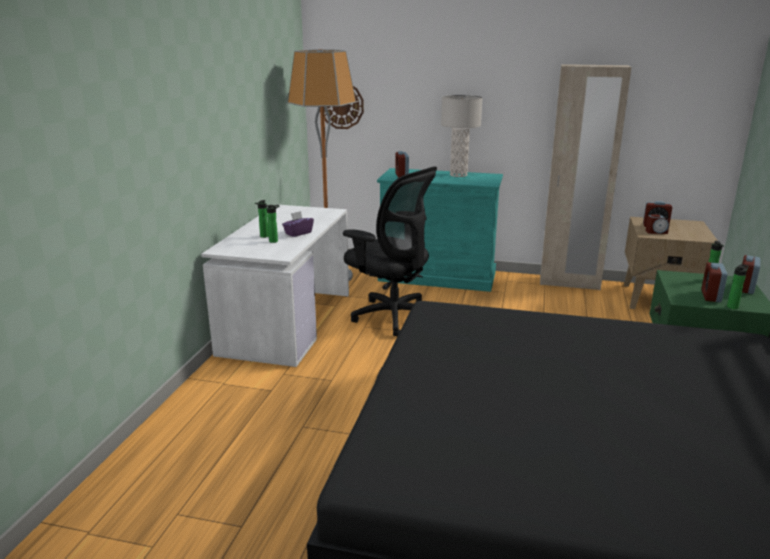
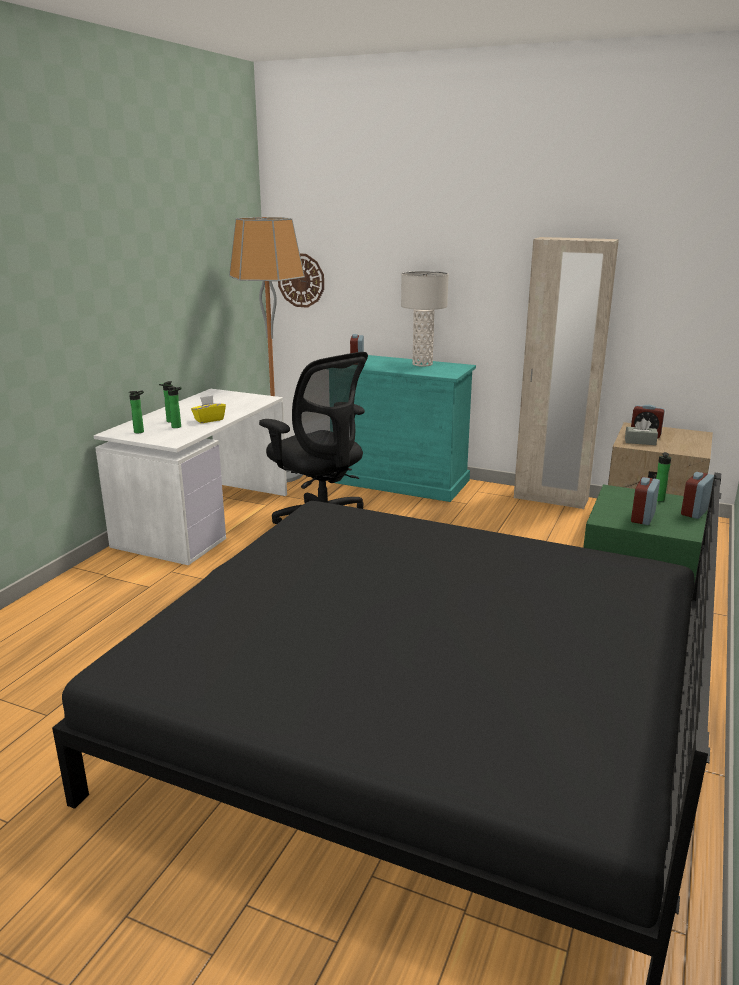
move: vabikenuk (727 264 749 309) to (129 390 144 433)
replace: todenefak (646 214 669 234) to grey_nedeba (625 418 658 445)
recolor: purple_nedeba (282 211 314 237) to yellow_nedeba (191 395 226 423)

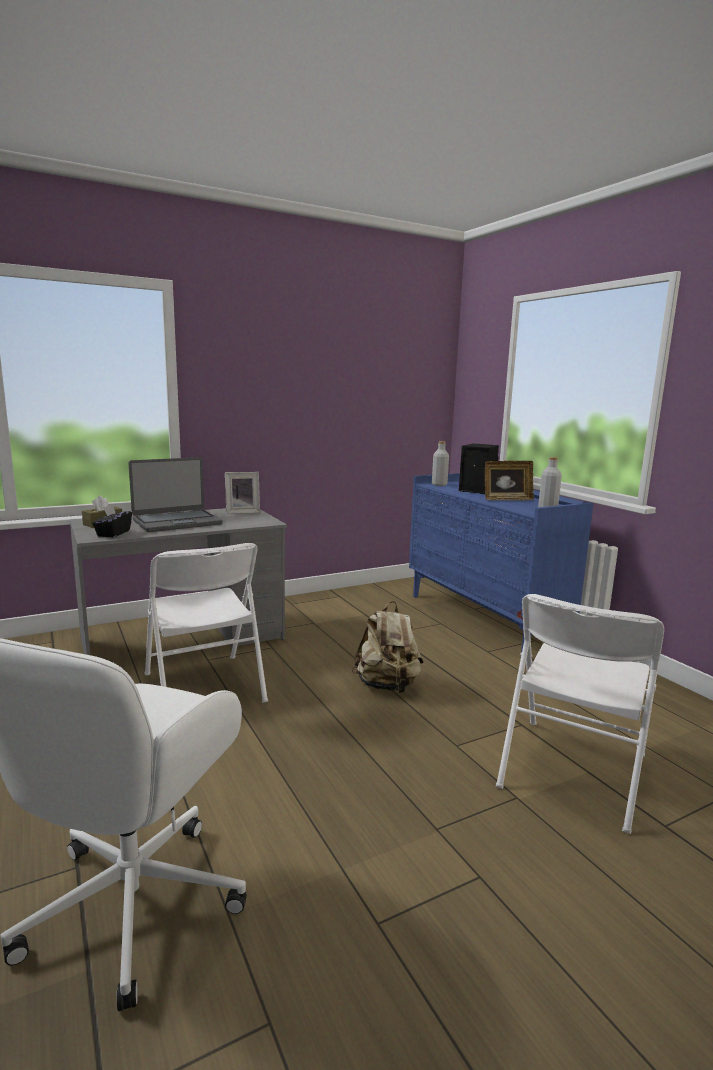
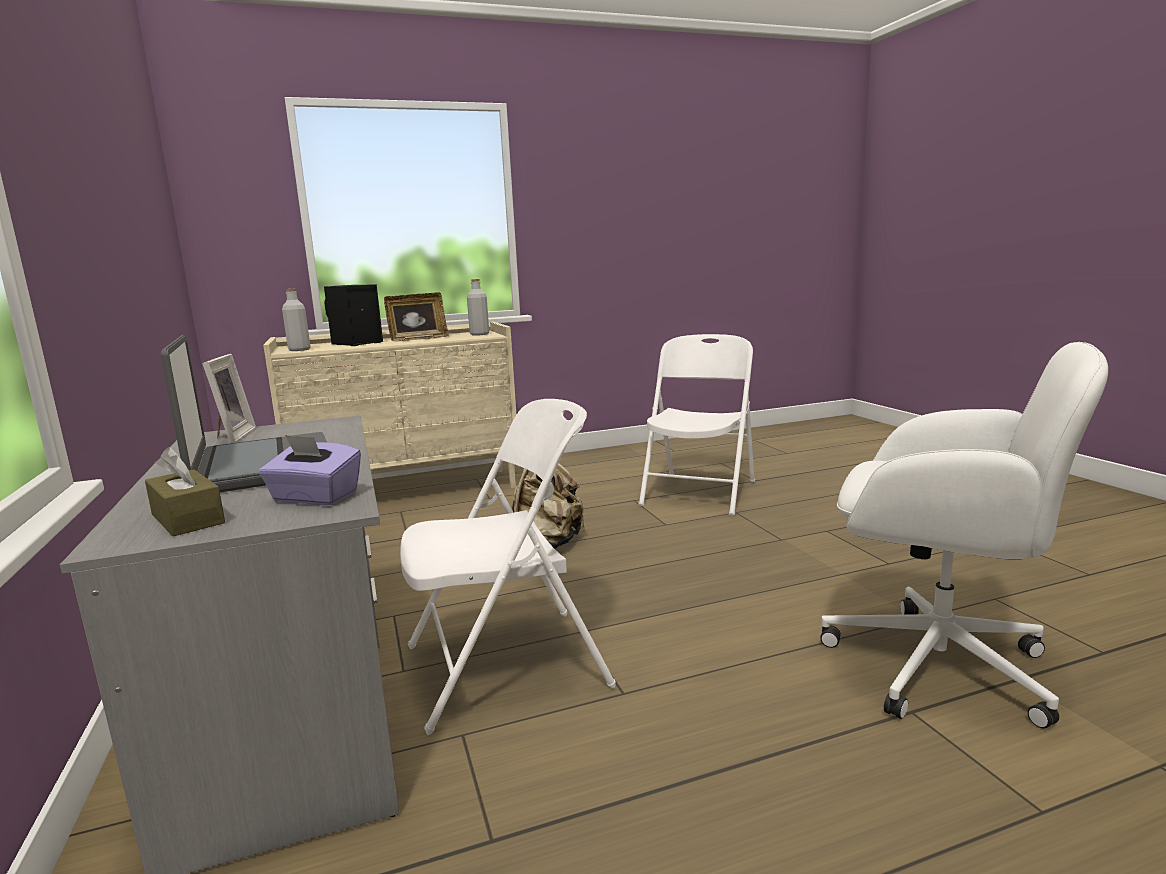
recolor: black_nedeba (92 504 132 537) to purple_nedeba (259 435 361 505); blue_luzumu (409 473 594 658) to beige_luzumu (263 322 516 488)
rotate: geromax (485 461 534 501) = (384 292 449 341) 60 degrees clockwise; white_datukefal (496 594 664 834) = (638 334 755 516) 105 degrees counterclockwise

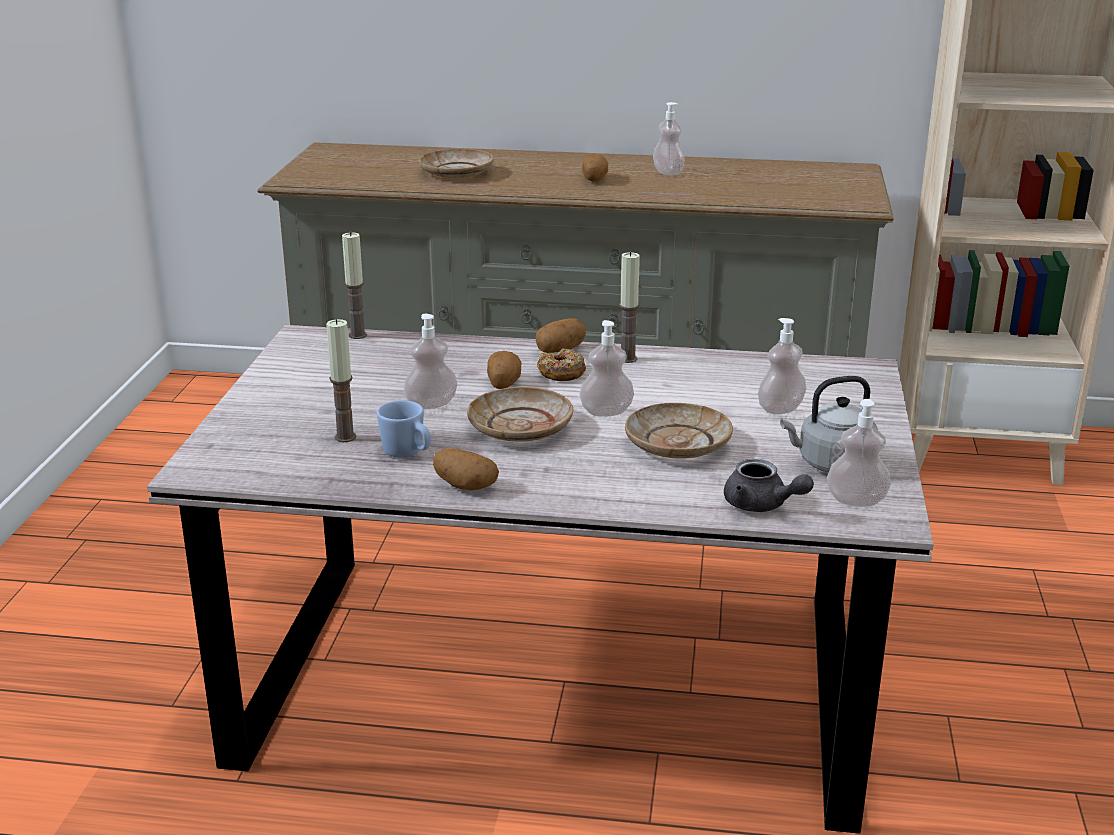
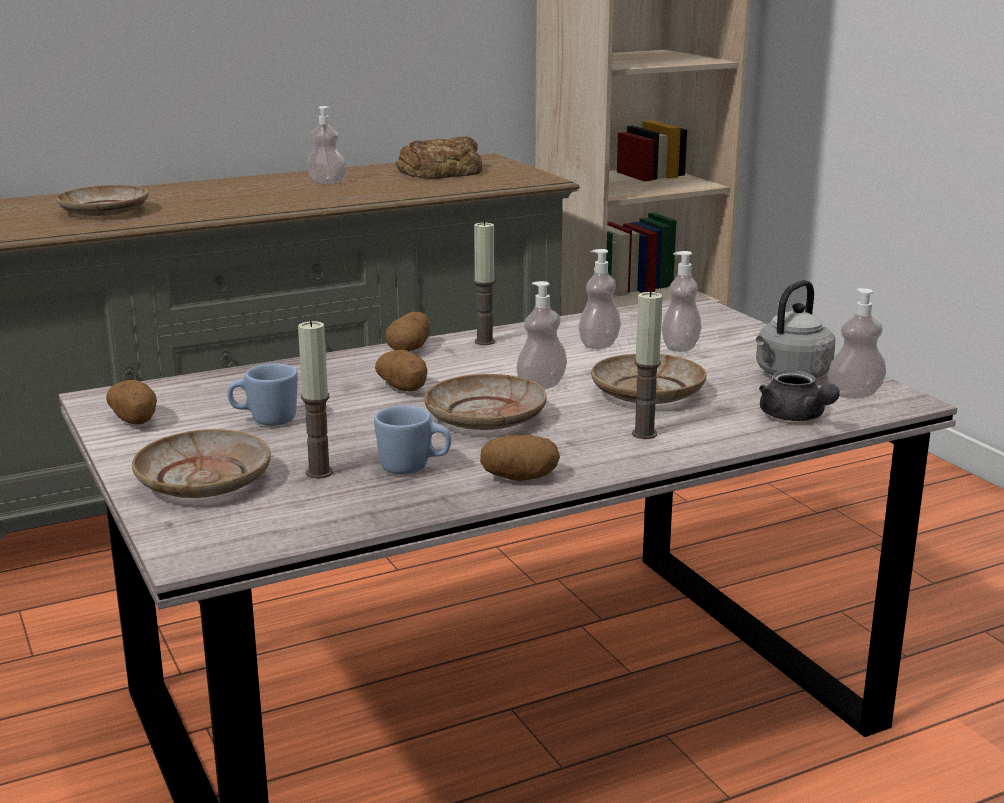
delete: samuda (537 349 586 381)
insert: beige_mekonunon (132 429 271 498); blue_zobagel (227 363 298 426); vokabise (396 137 482 179)
move: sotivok (582 154 608 181) to (106 380 157 425); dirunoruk (404 313 457 409) to (579 249 621 349); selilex (342 232 367 339) to (632 291 663 439)
rotate: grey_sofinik (724 459 814 512) = (759 370 840 421) 60 degrees clockwise

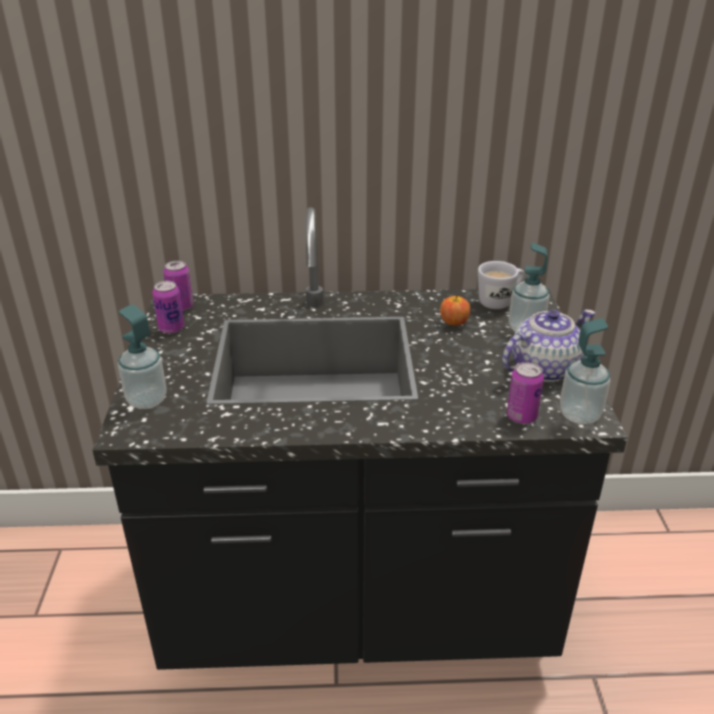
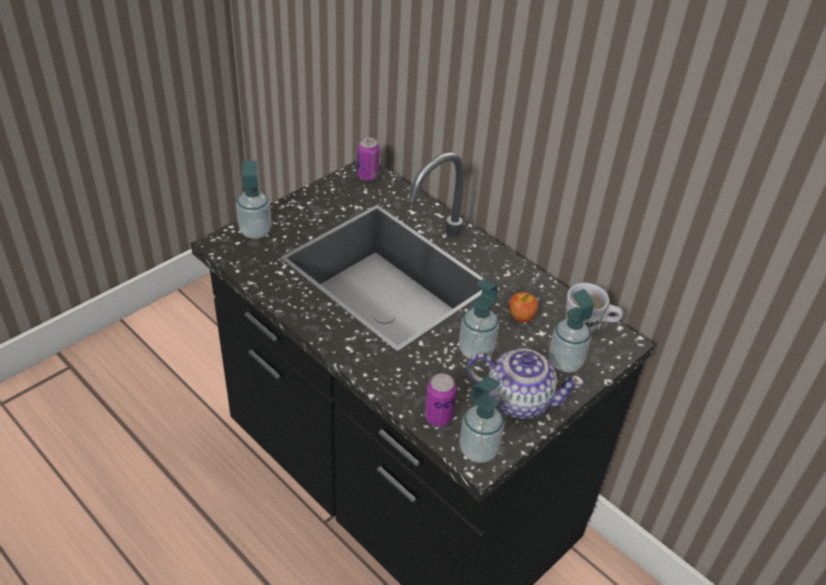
delete: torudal (152 281 184 334)
insert: dirunoruk (459 279 499 361)

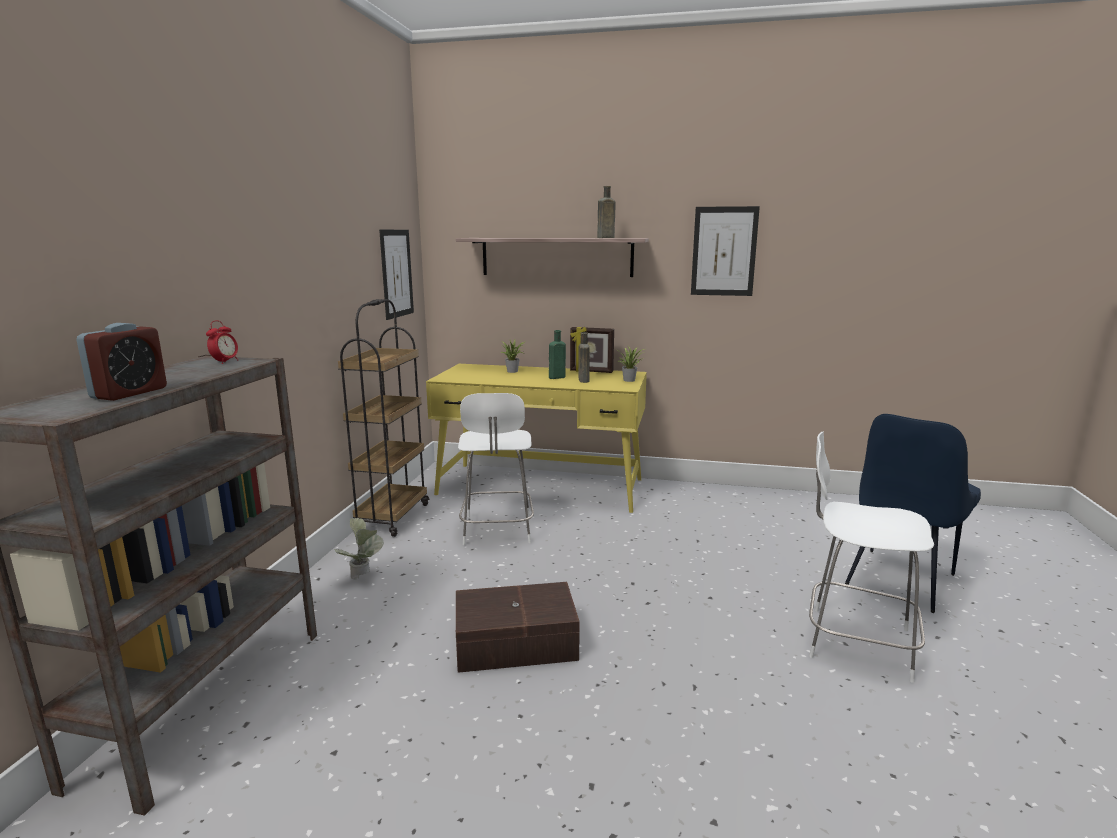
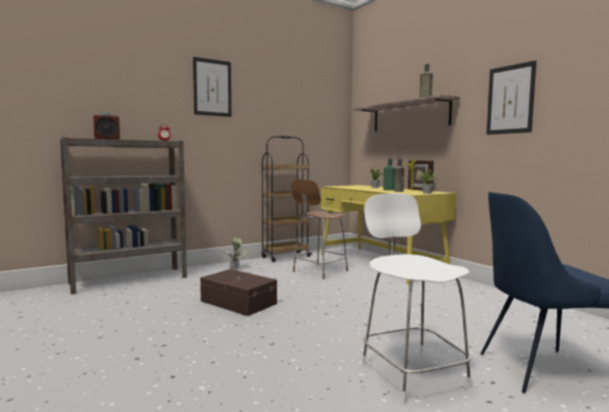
move: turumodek (379 230 414 320) to (193 57 231 117)
recolor: white_datukefal (458 393 534 545) to brown_datukefal (291 180 348 279)

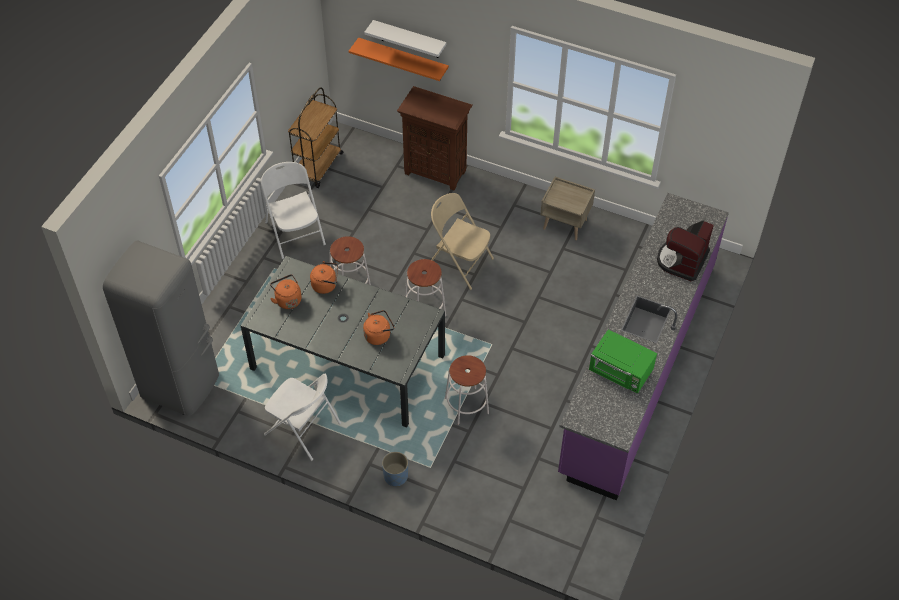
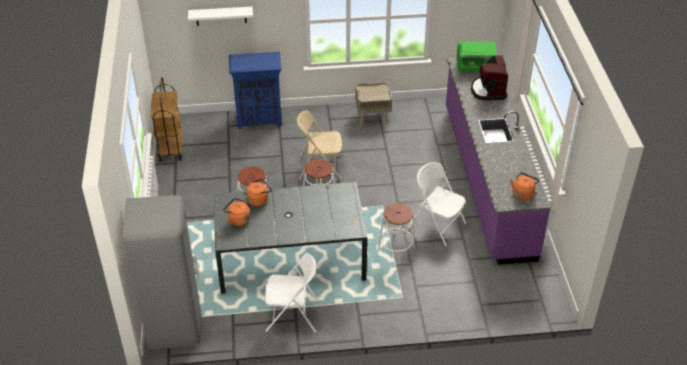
delete: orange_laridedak (349 38 449 81); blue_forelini (382 452 408 487)
move: white_datukefal (261 162 326 259) to (408 162 466 246); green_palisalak (589 329 657 394) to (457 41 497 71); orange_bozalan (363 310 395 345) to (510 172 539 201)
recolor: brown_luzumu (397 86 473 190) to blue_luzumu (229 52 282 129)

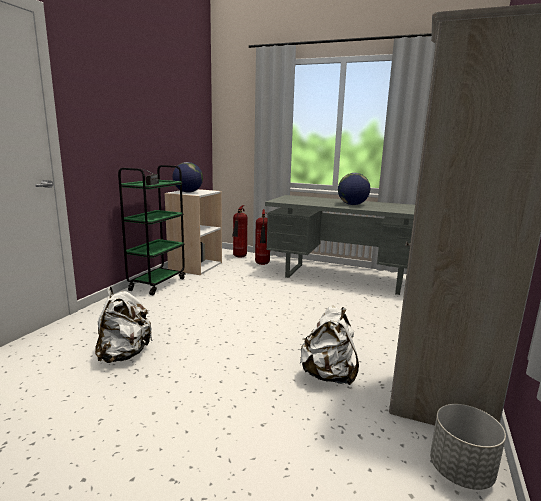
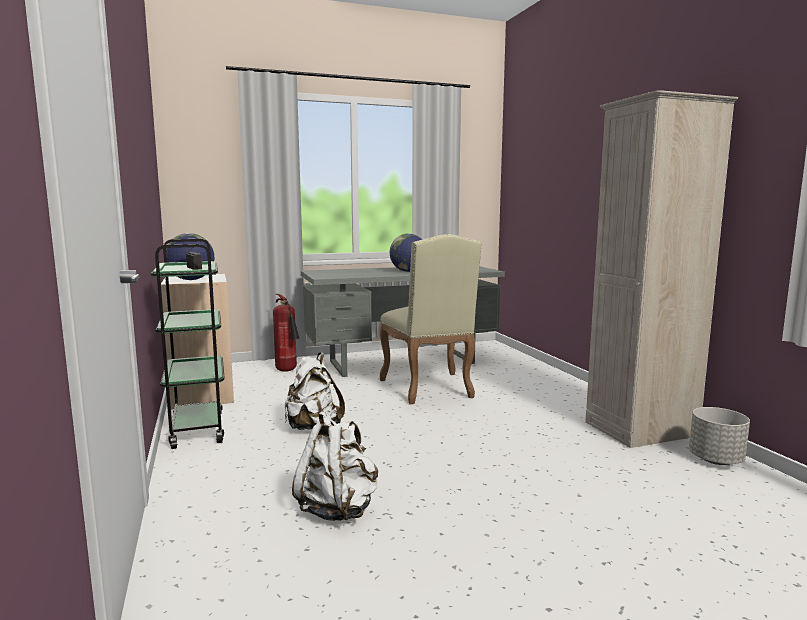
delete: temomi (232 205 247 258)
insert: beige_datukefal (380 234 482 404)
move: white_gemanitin (300 306 359 385) to (285 352 345 430)

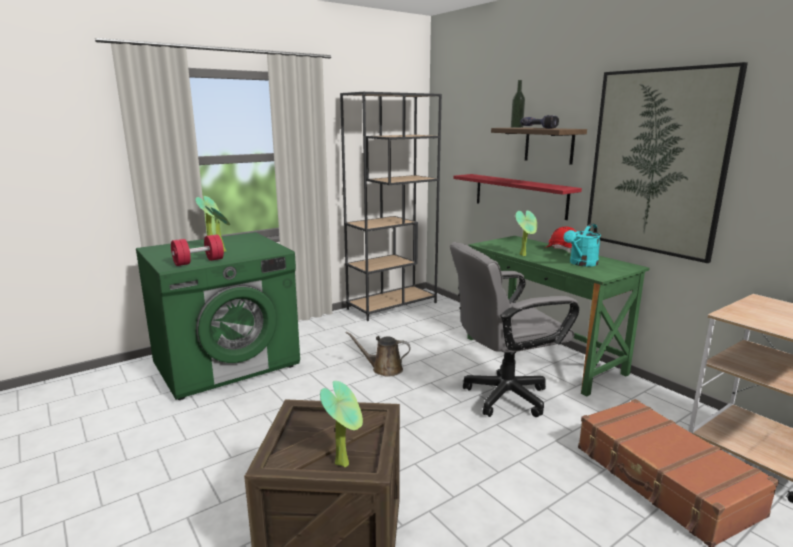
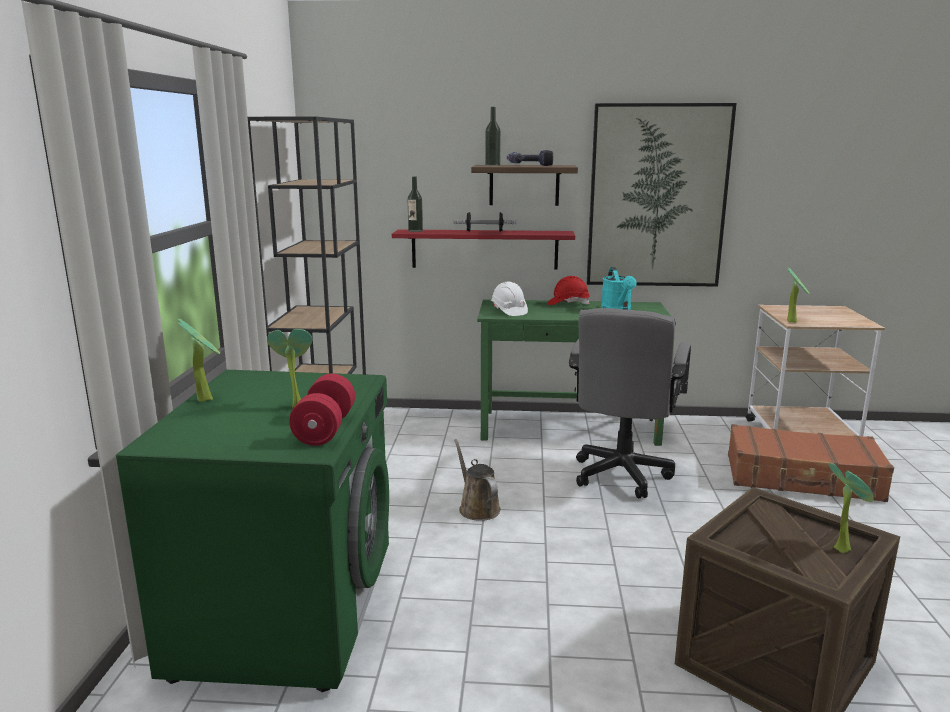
insert: vabikenuk (408 176 423 232); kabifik (454 212 516 232); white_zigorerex (491 282 528 316)
move: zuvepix (515 210 537 256) to (787 267 809 323)
rotate: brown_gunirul (345 331 411 376) = (454 439 501 521) 105 degrees clockwise

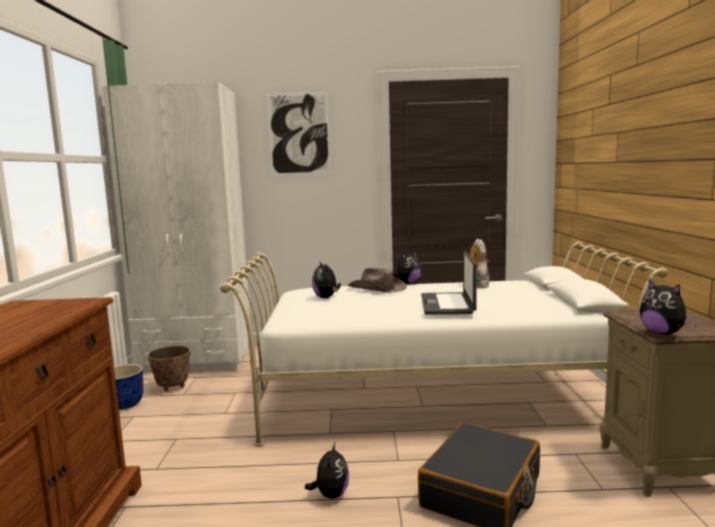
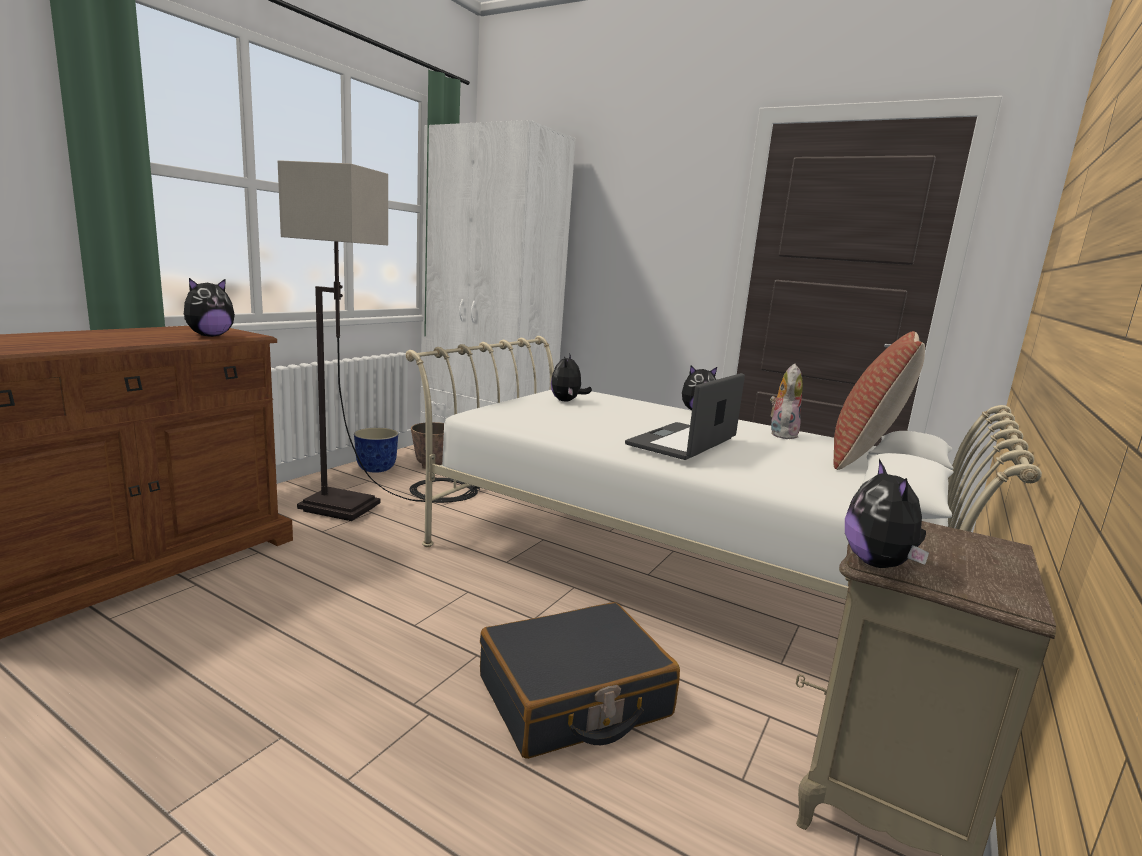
delete: turumodek (267 92 331 175); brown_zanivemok (347 267 407 293)
insert: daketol (278 160 480 521); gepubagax (833 331 925 470)
move: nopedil (305 443 349 499) to (184 278 235 337)

